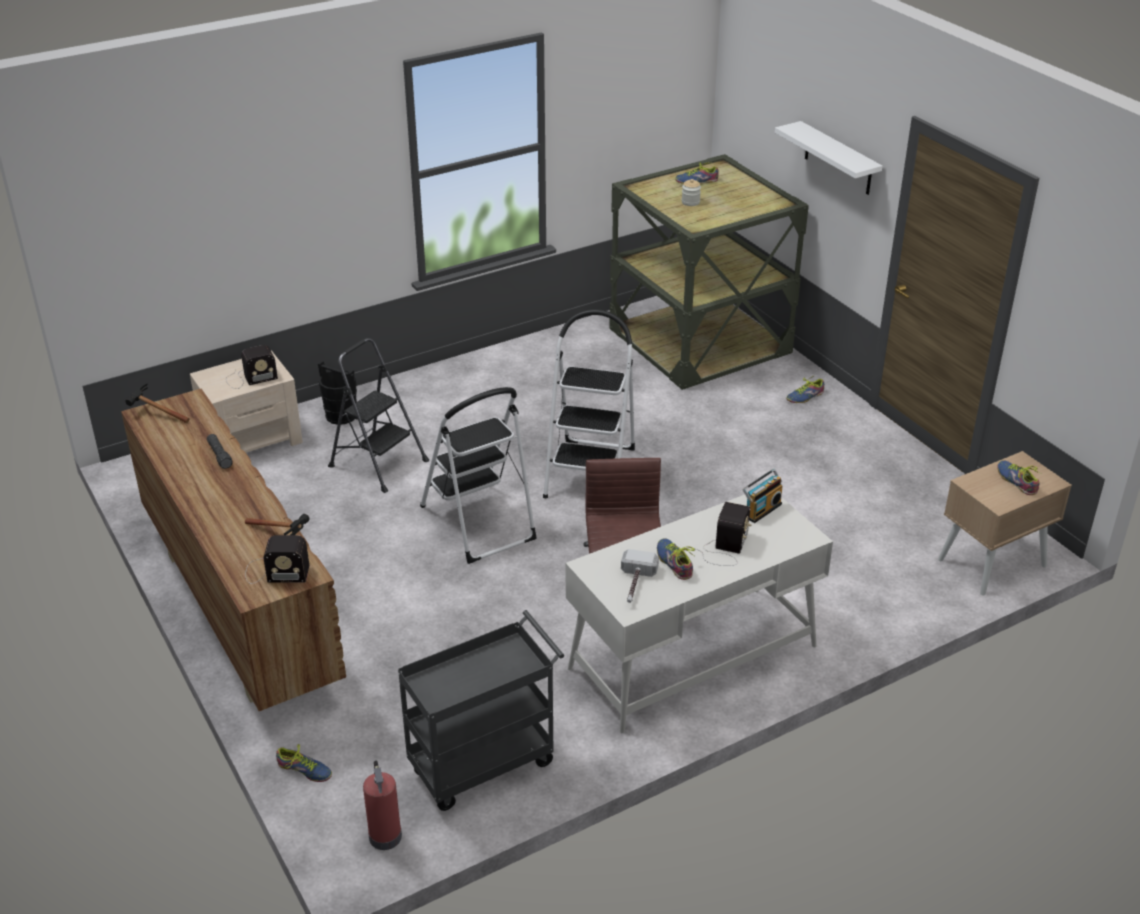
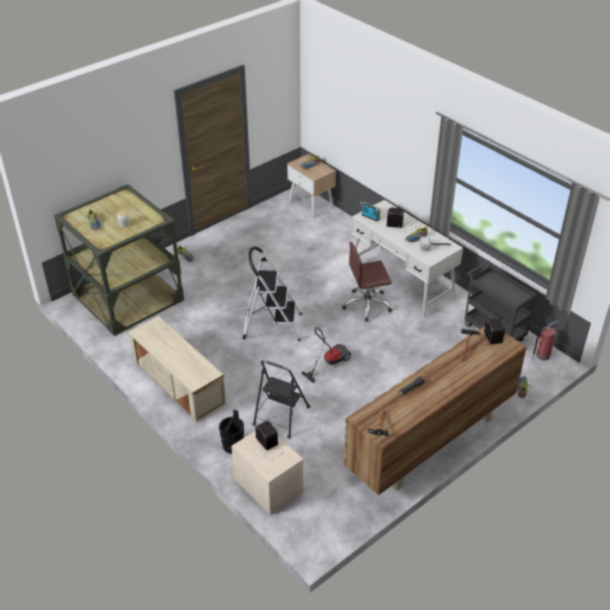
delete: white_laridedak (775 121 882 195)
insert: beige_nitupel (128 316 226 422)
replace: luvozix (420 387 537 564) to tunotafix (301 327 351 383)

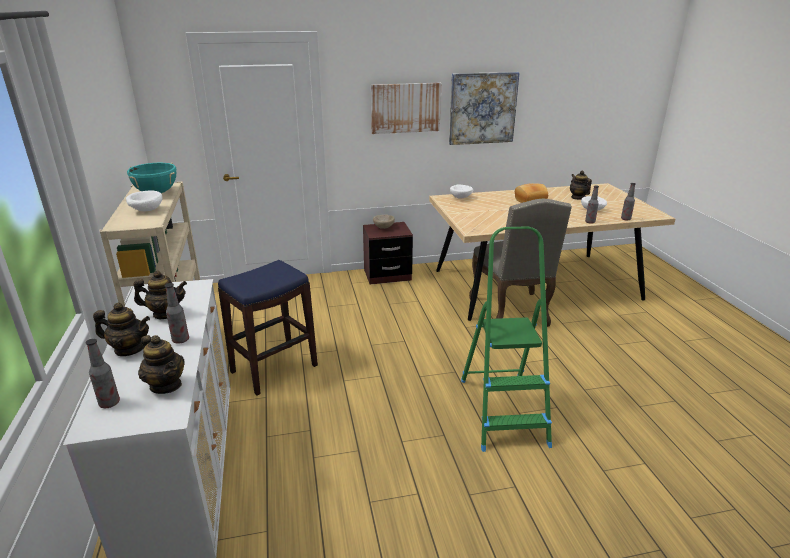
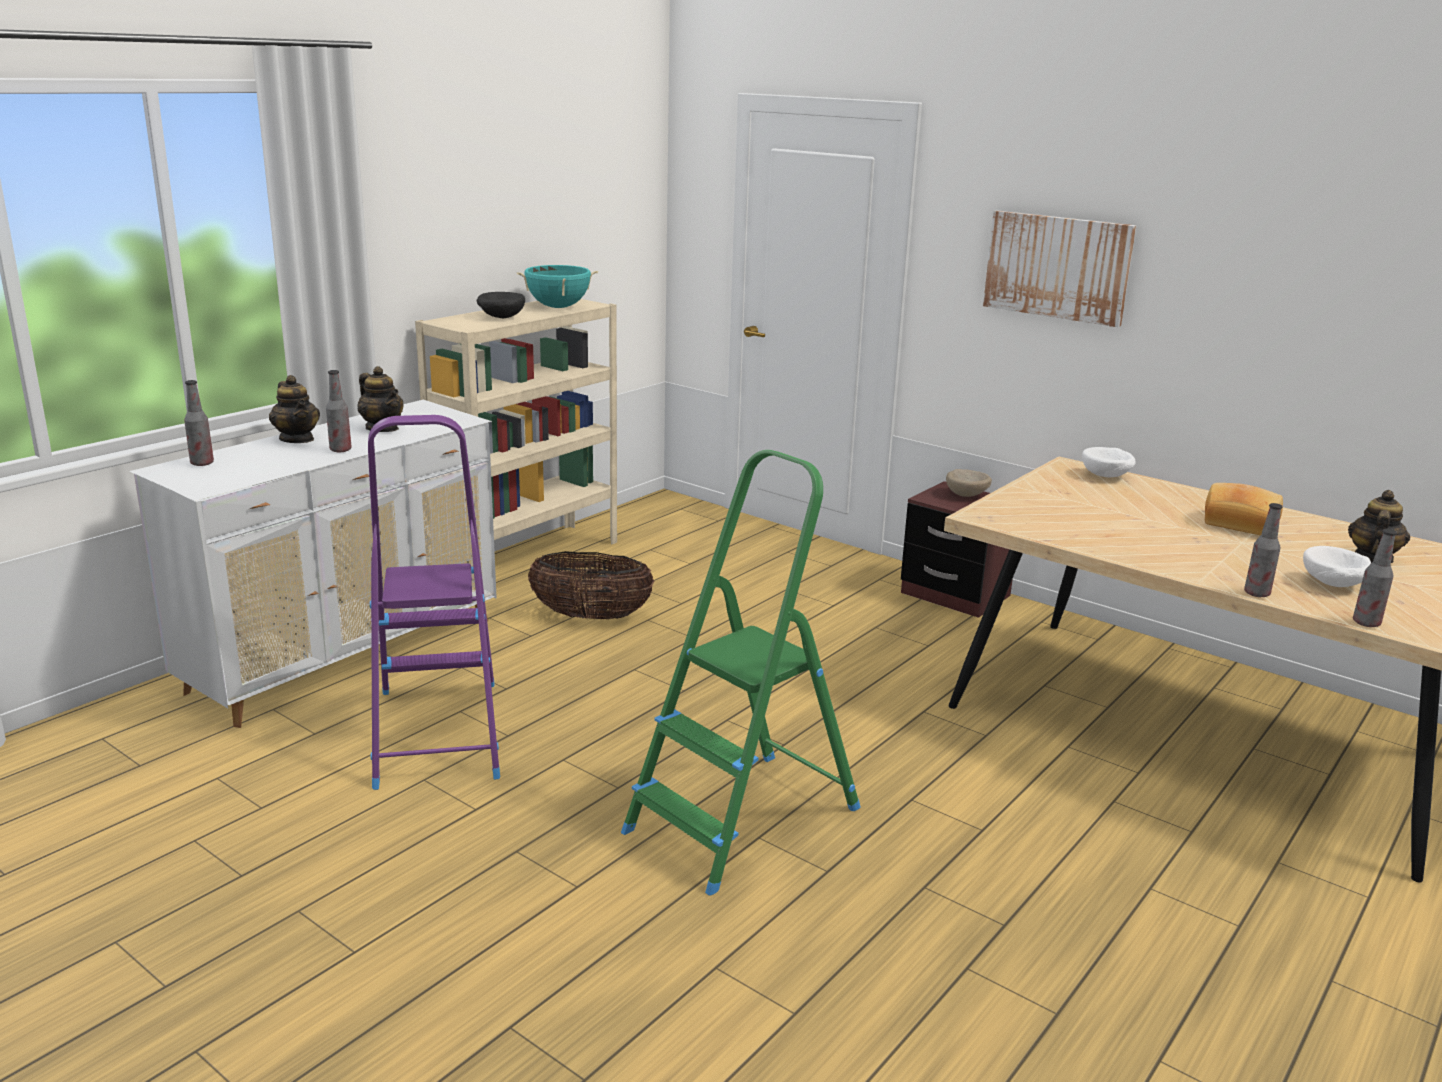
delete: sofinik (138 335 185 394); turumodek (449 72 520 145); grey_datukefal (469 198 572 327)
insert: purple_luvozix (368 415 500 790)
replace: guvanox (218 260 318 396) to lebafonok (528 551 654 619)
recolor: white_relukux (126 190 163 211) to black_relukux (477 292 525 318)

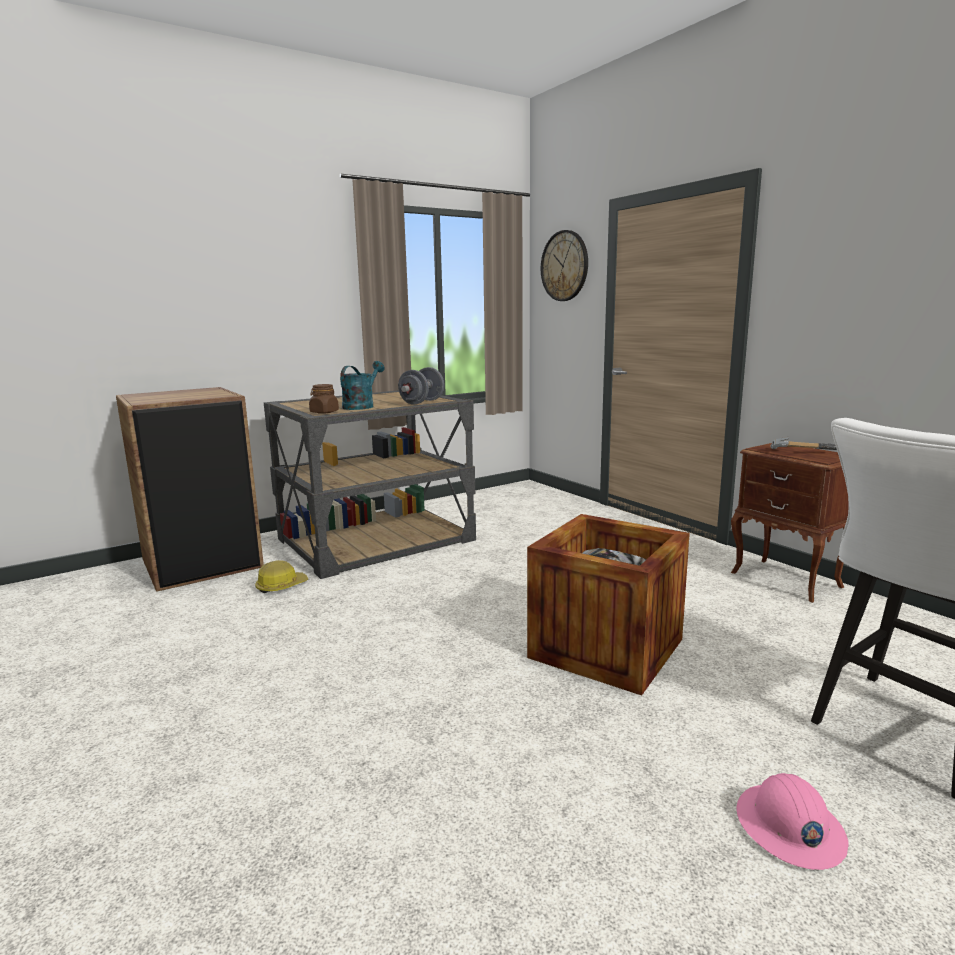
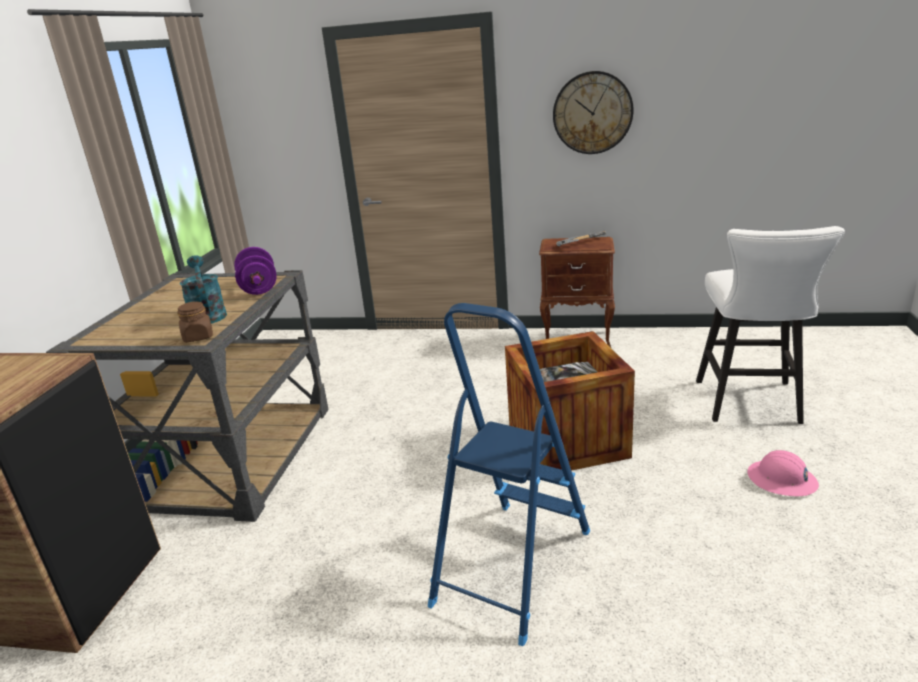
delete: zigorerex (255 560 308 593)
insert: blue_luvozix (428 303 590 646)
move: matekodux (541 230 588 301) to (553 71 634 154)
recolor: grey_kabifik (398 367 444 405) to purple_kabifik (234 247 277 295)

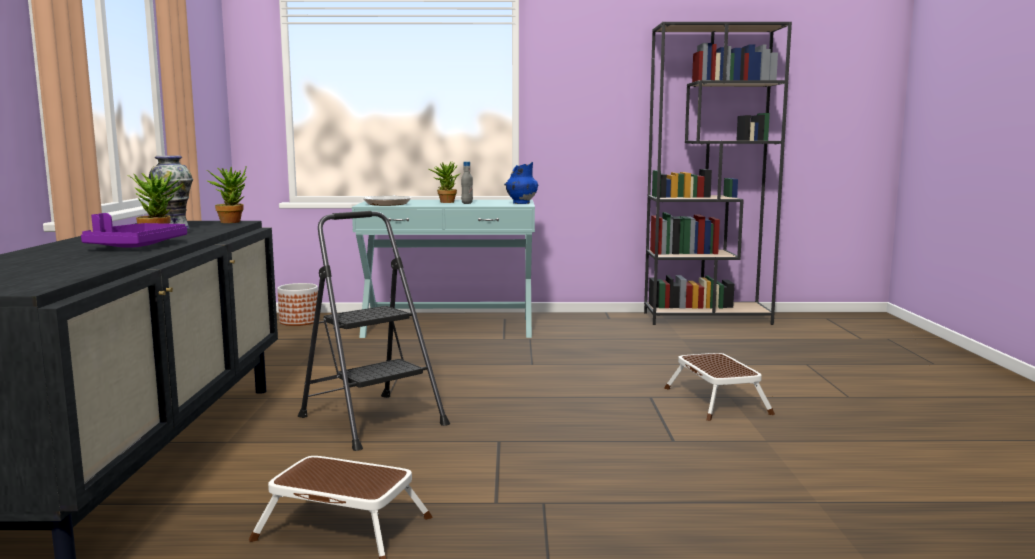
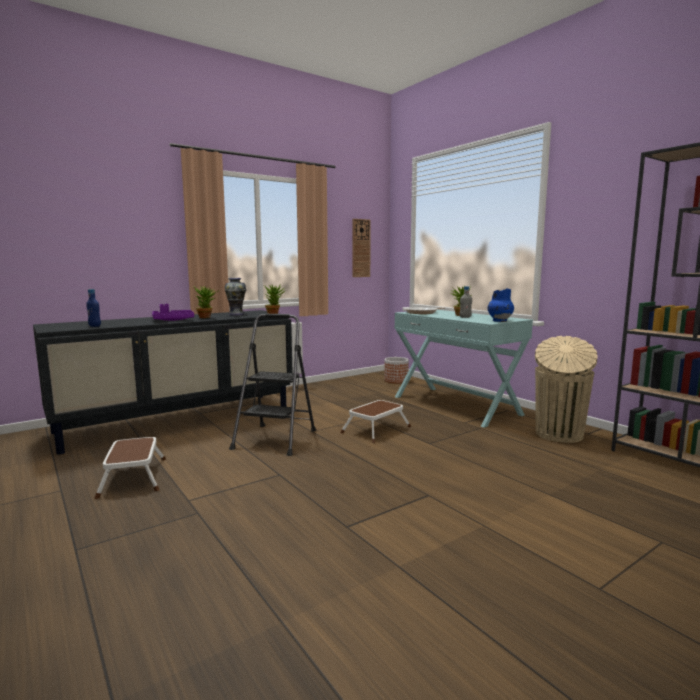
insert: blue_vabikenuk (86 289 101 327); matekodux (352 219 371 277); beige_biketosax (535 336 598 443)
move: brown_luvozix (664 353 775 421) to (340 400 411 443)

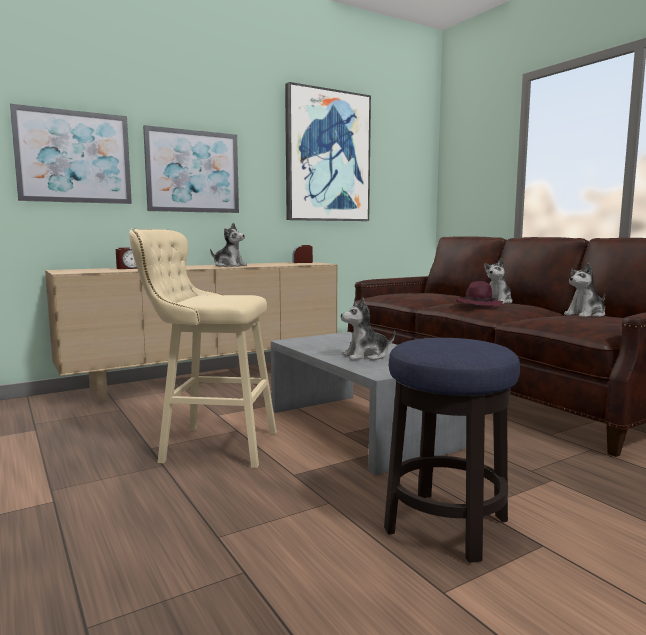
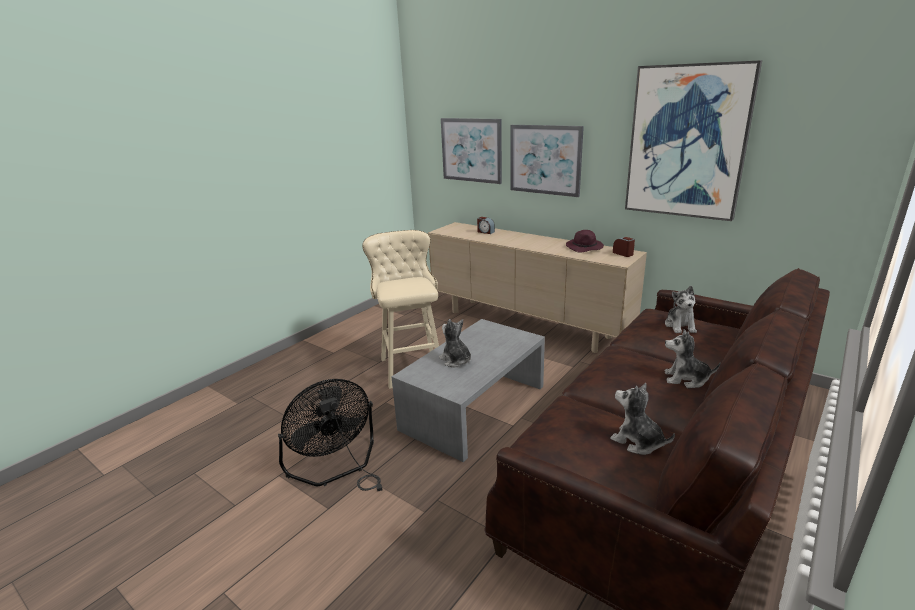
move: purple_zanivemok (455 281 503 307) to (566 230 604 253); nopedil (210 223 247 267) to (665 286 697 333)
replace: guvanox (384 338 520 563) to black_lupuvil (278 379 383 492)

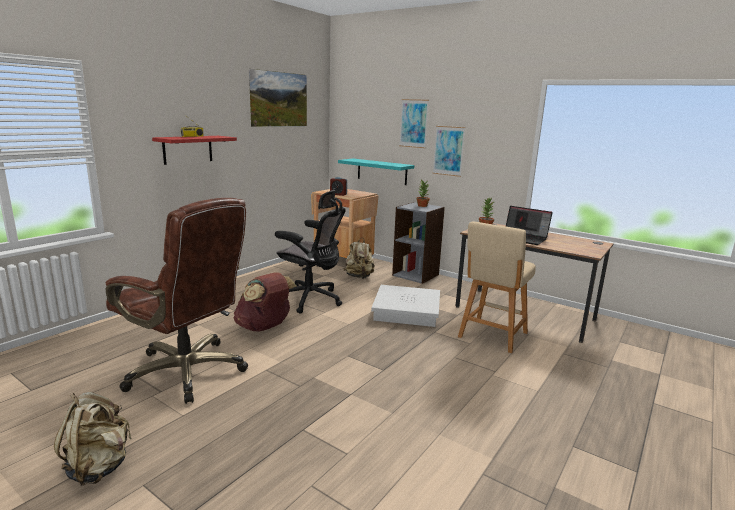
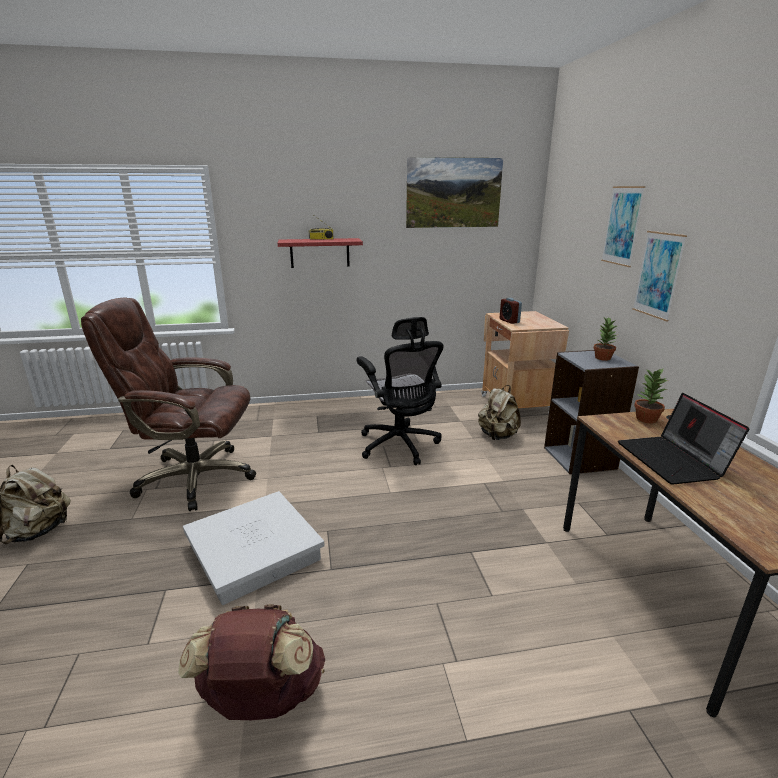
delete: turquoise_laridedak (338 159 414 185); beige_guvanox (458 221 536 353)
move: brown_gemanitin (234 272 297 332) to (178 604 325 720); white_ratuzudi (371 285 440 327) to (183 491 325 605)
rotate: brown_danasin (106 198 248 404) = (81 298 256 511) 105 degrees clockwise

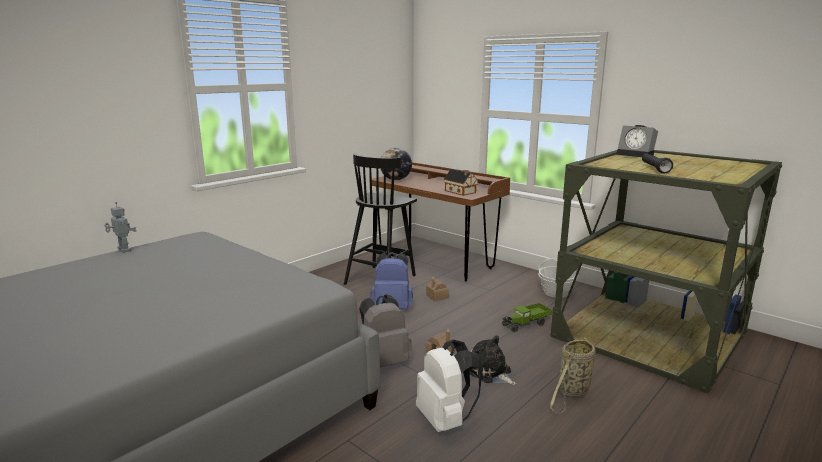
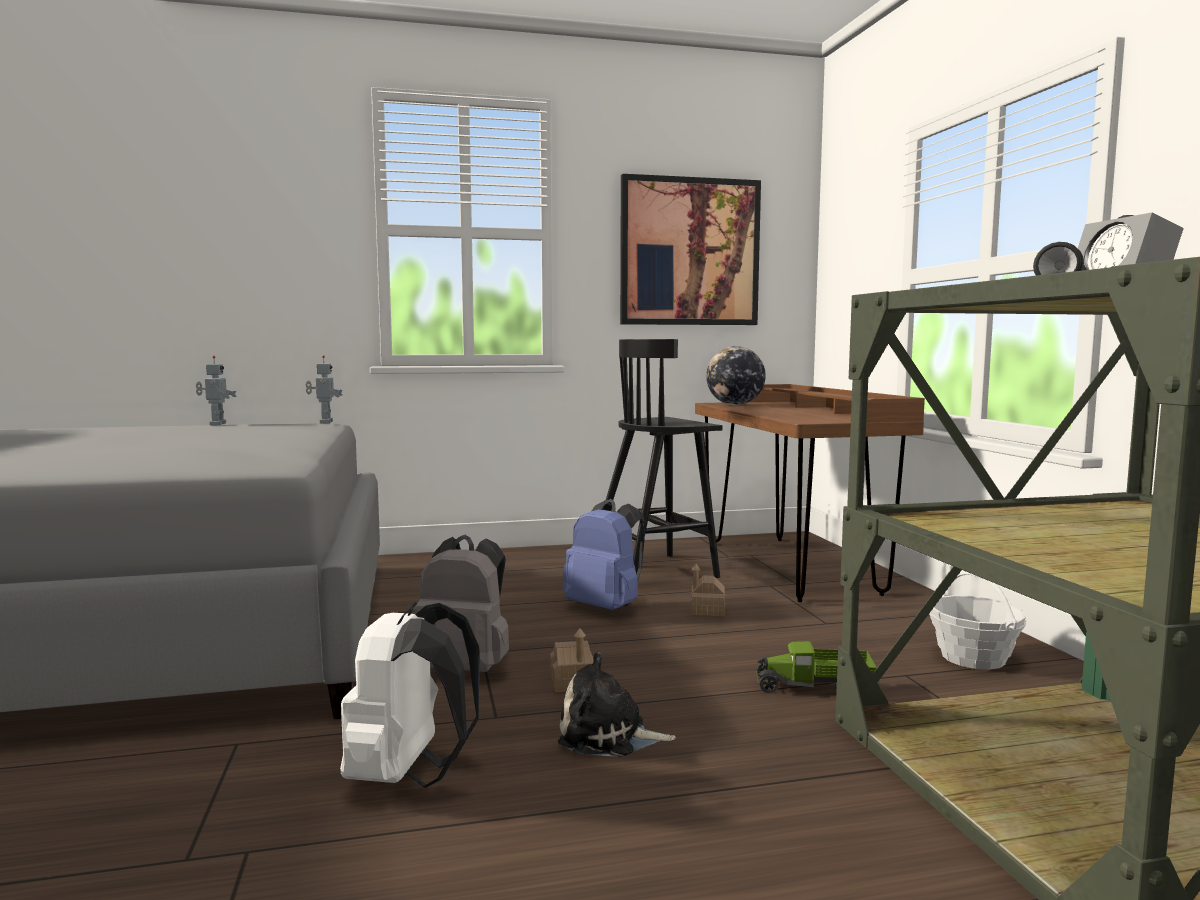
delete: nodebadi (444 169 478 196); lebafonok (550 338 595 414)
insert: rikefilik (305 355 343 424); turumodek (620 174 761 325)
rotate: nopedil (470 335 516 385) = (558 652 676 757) 75 degrees counterclockwise

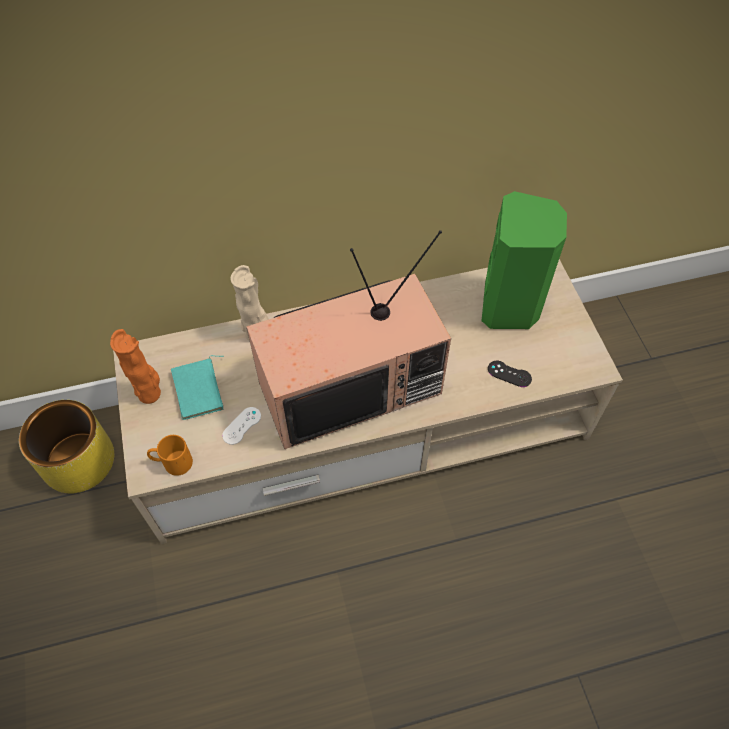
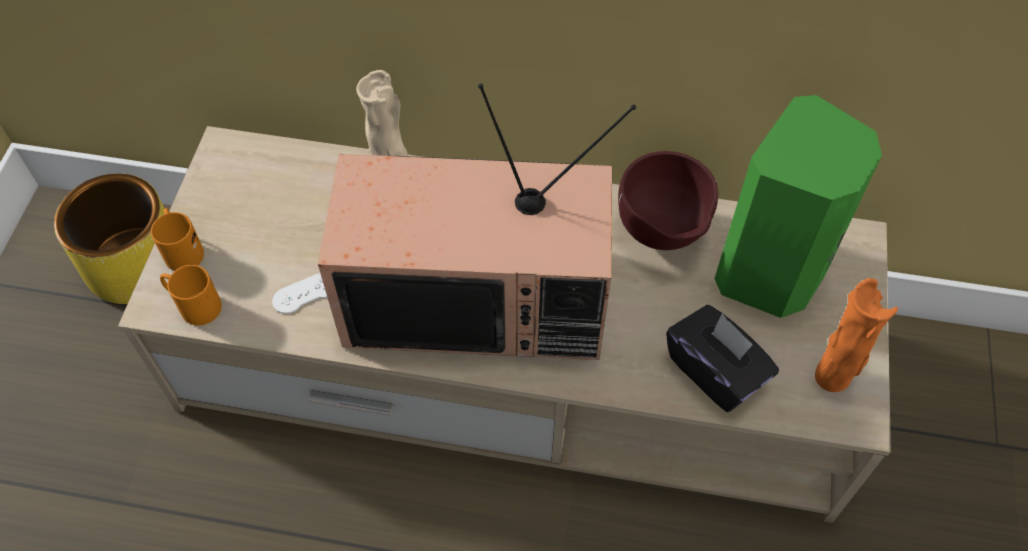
delete: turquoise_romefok (171 355 224 420)
insert: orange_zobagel (151 208 204 271); brown_relukux (618 151 718 250)
move: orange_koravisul (110 329 161 404) to (815 278 898 392)
replace: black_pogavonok (488 361 532 387) to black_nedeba (666 305 779 412)

